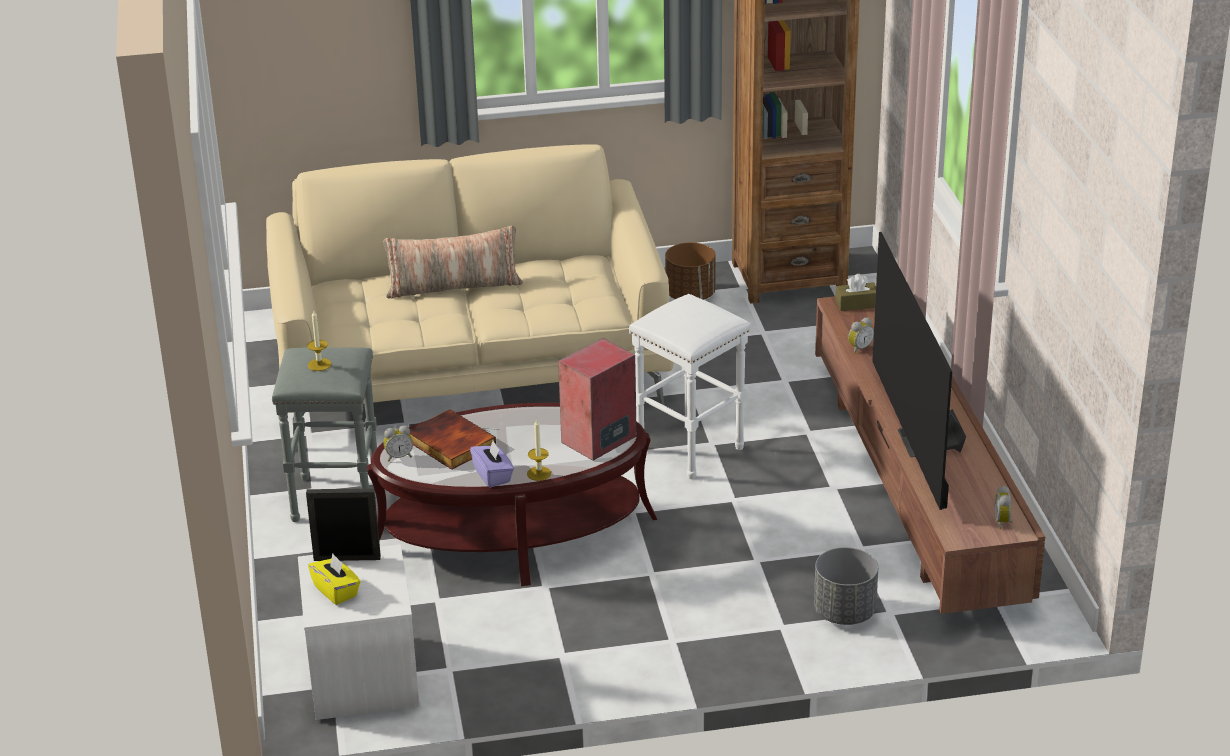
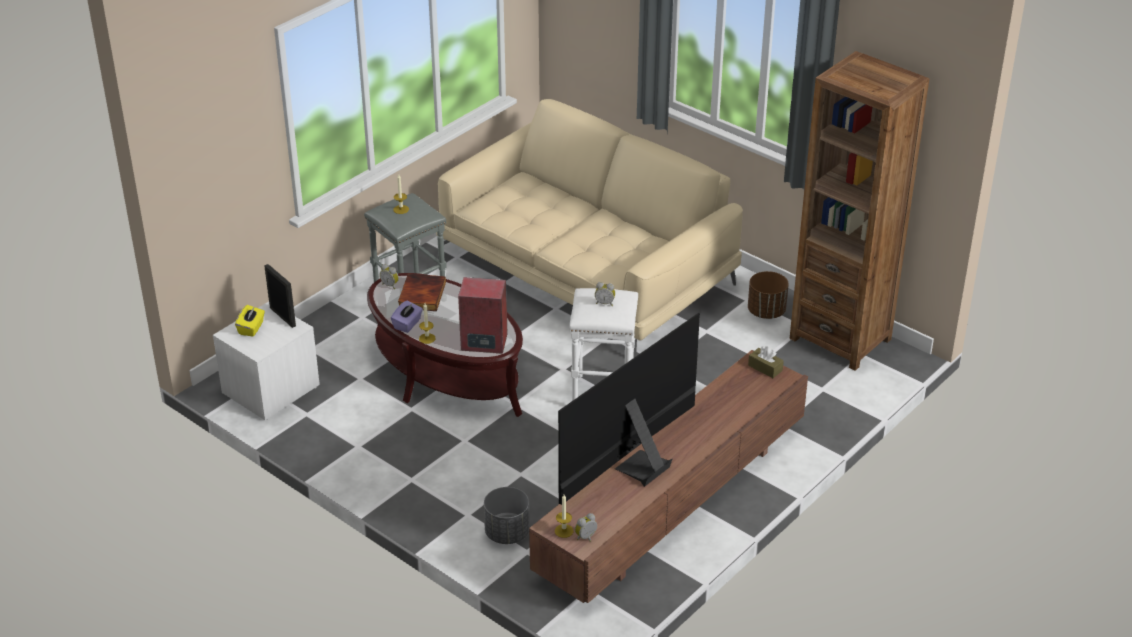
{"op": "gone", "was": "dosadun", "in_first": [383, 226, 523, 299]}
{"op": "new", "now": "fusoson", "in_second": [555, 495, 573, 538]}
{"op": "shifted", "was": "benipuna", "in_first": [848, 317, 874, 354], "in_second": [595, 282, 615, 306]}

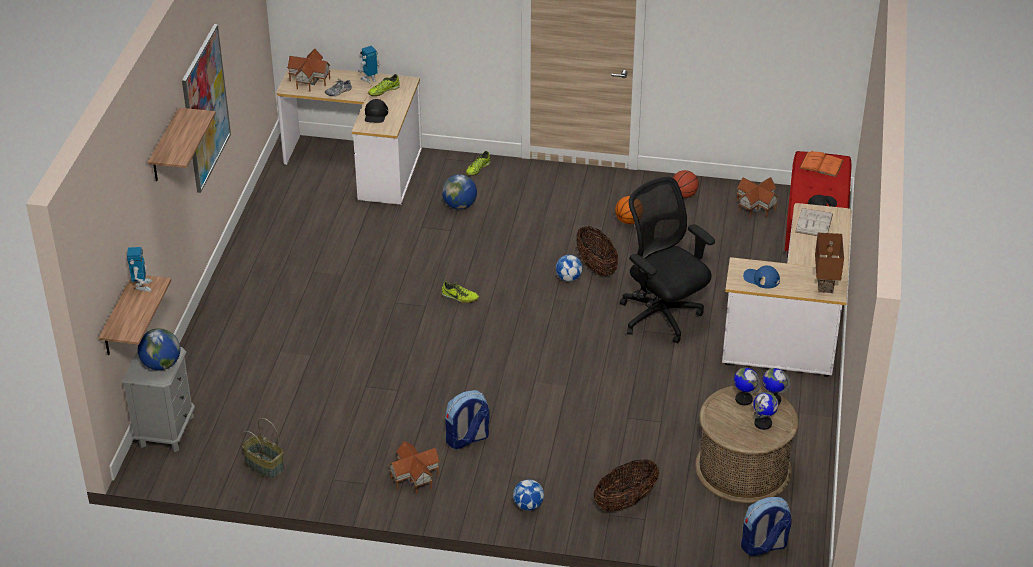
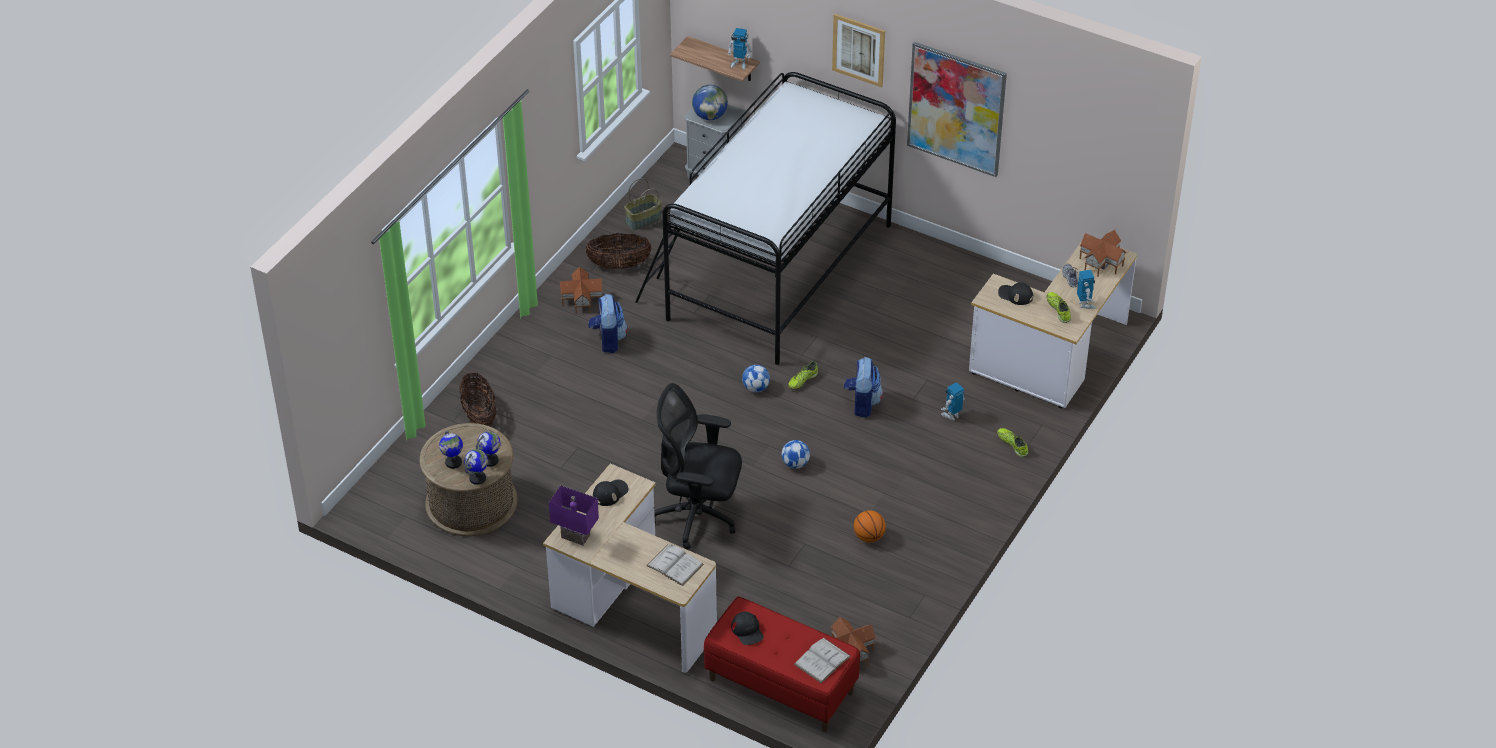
{"op": "gone", "was": "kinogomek", "in_first": [673, 170, 699, 198]}
{"op": "new", "now": "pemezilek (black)", "in_second": [635, 72, 896, 365]}
{"op": "shifted", "was": "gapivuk", "in_first": [513, 479, 544, 511], "in_second": [742, 365, 770, 392]}
{"op": "shifted", "was": "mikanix", "in_first": [576, 226, 618, 276], "in_second": [586, 233, 652, 269]}
{"op": "shifted", "was": "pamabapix", "in_first": [741, 497, 792, 556], "in_second": [844, 357, 883, 418]}
{"op": "swapped", "was": "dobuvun", "now": "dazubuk", "in_first": [148, 108, 216, 181], "in_second": [832, 14, 885, 88]}
{"op": "swapped", "was": "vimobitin", "now": "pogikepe", "in_first": [442, 174, 477, 210], "in_second": [941, 382, 965, 420]}
{"op": "repainted", "was": "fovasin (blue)", "now": "fovasin (black)", "in_first": [743, 265, 780, 289], "in_second": [593, 480, 628, 506]}
{"op": "repainted", "was": "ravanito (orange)", "now": "ravanito (white)", "in_first": [799, 151, 843, 177], "in_second": [794, 638, 851, 683]}
{"op": "repainted", "was": "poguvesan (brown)", "now": "poguvesan (purple)", "in_first": [815, 233, 844, 293], "in_second": [549, 485, 599, 545]}
{"op": "rotated", "was": "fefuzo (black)", "in_first": [619, 177, 715, 343], "in_second": [654, 383, 742, 549], "clockwise": -150}

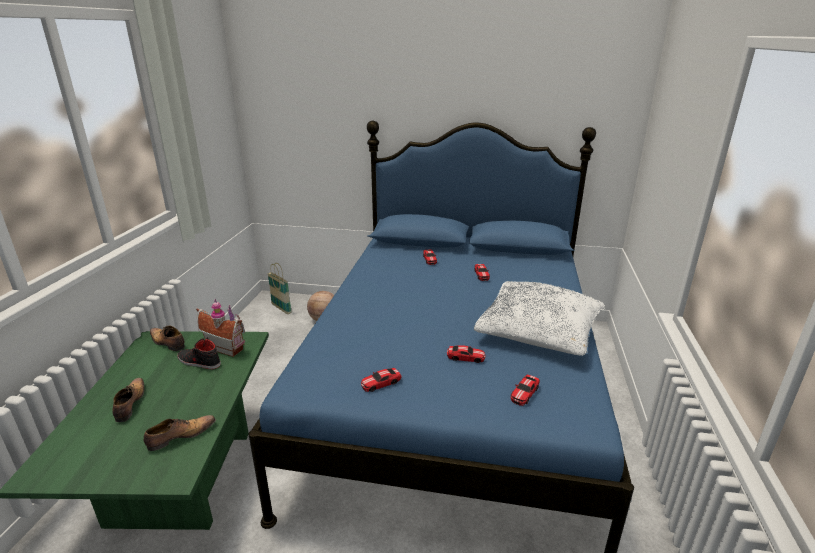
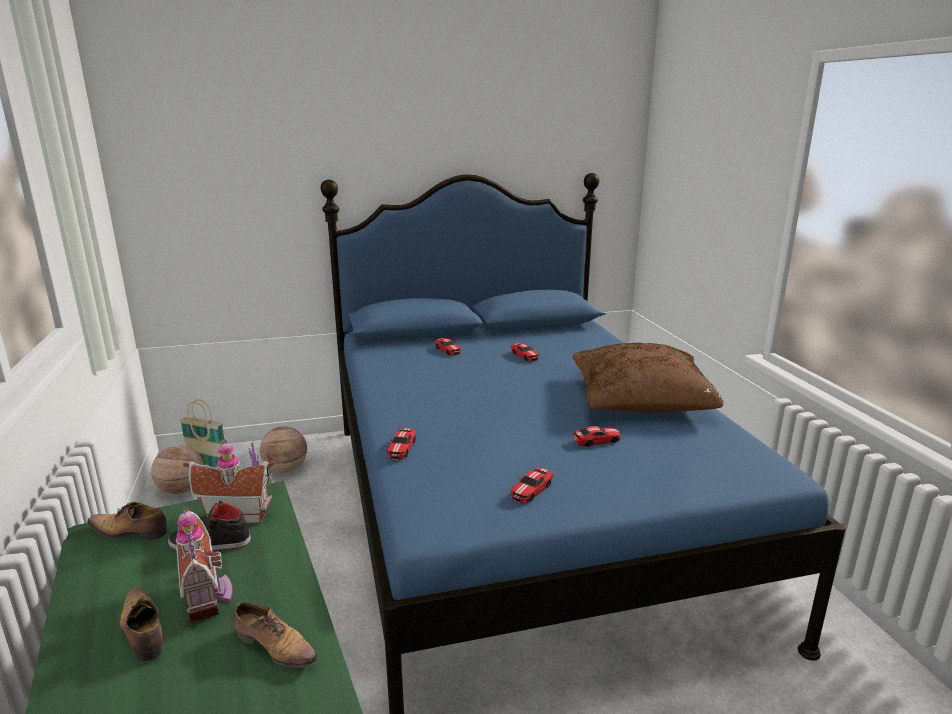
{"op": "new", "now": "kinogomek", "in_second": [151, 445, 204, 494]}
{"op": "new", "now": "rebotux", "in_second": [176, 507, 233, 623]}
{"op": "shifted", "was": "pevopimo", "in_first": [511, 375, 540, 406], "in_second": [387, 428, 416, 460]}
{"op": "repainted", "was": "dosadun (white)", "now": "dosadun (brown)", "in_first": [474, 281, 605, 356], "in_second": [572, 343, 723, 412]}
{"op": "rotated", "was": "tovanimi", "in_first": [143, 415, 216, 451], "in_second": [233, 602, 318, 668], "clockwise": 90}

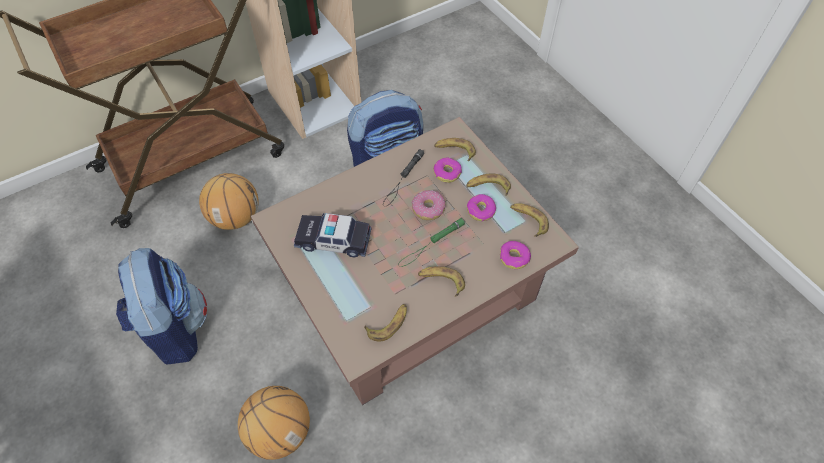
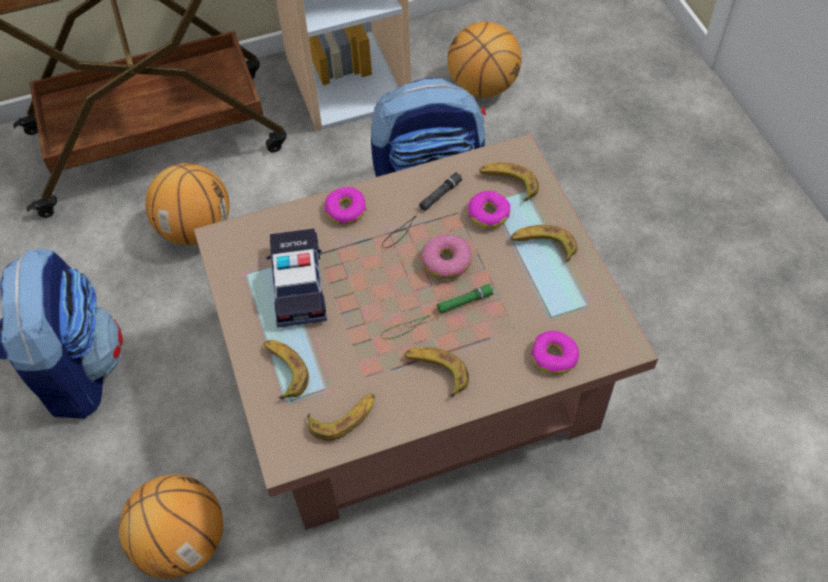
{"op": "new", "now": "kinogomek", "in_second": [447, 22, 522, 98]}
{"op": "shifted", "was": "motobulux", "in_first": [467, 194, 496, 221], "in_second": [325, 187, 366, 225]}
{"op": "shifted", "was": "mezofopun", "in_first": [510, 203, 549, 237], "in_second": [263, 340, 309, 399]}
{"op": "rotated", "was": "pevopimo", "in_first": [294, 213, 371, 257], "in_second": [267, 229, 327, 328], "clockwise": 60}

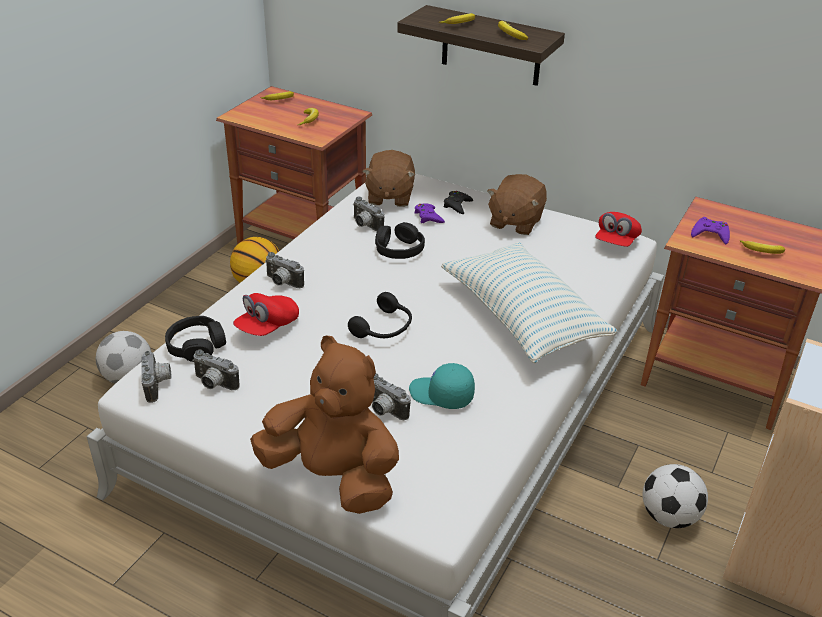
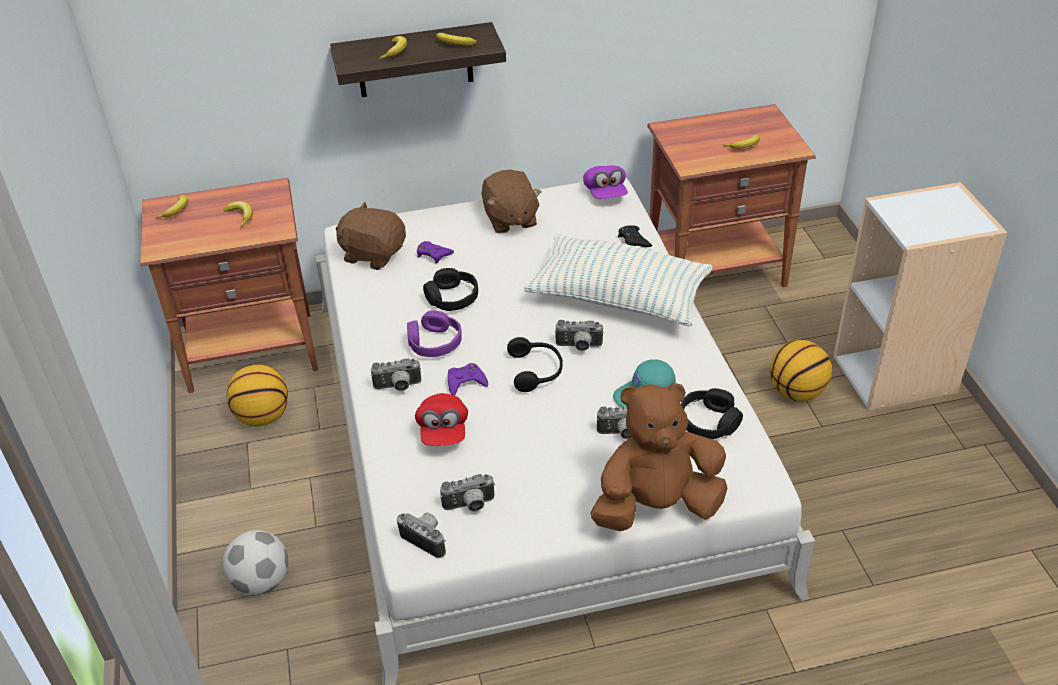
{"op": "new", "now": "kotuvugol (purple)", "in_second": [407, 310, 462, 357]}
{"op": "shifted", "was": "kotuvugol (black)", "in_first": [165, 316, 226, 362], "in_second": [681, 388, 743, 439]}
{"op": "shifted", "was": "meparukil", "in_first": [353, 196, 385, 232], "in_second": [555, 320, 604, 351]}
{"op": "shifted", "was": "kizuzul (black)", "in_first": [443, 191, 473, 214], "in_second": [618, 225, 652, 247]}
{"op": "shifted", "was": "kizuzul (purple)", "in_first": [691, 217, 730, 244], "in_second": [448, 363, 488, 396]}
{"op": "swapped", "was": "gapivuk", "now": "kinogomek", "in_first": [643, 464, 708, 528], "in_second": [770, 340, 832, 401]}
{"op": "repainted", "was": "fovasin (red)", "now": "fovasin (purple)", "in_first": [595, 212, 642, 247], "in_second": [583, 165, 628, 199]}
{"op": "rotated", "was": "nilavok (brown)", "in_first": [362, 150, 415, 207], "in_second": [336, 202, 406, 270], "clockwise": 150}

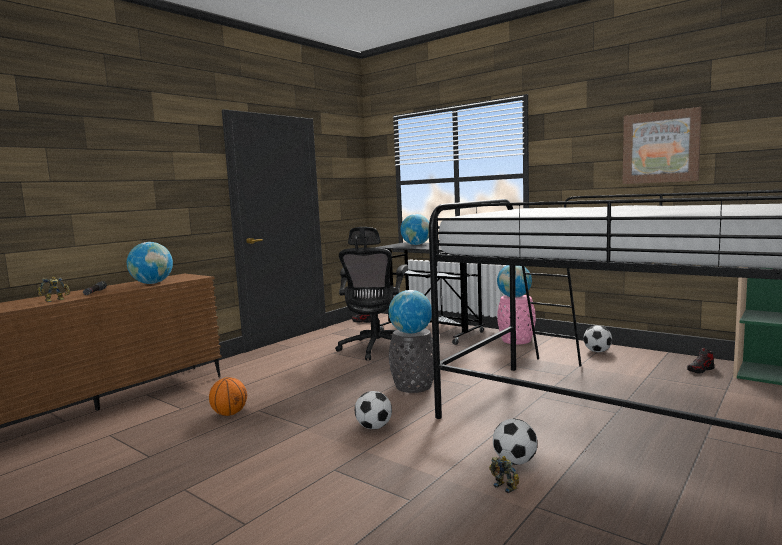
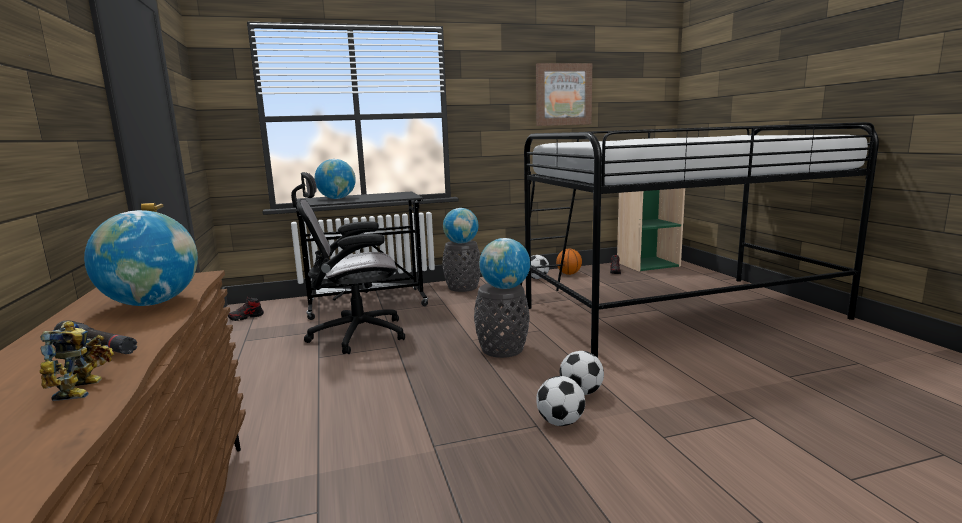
{"op": "gone", "was": "pogikepe", "in_first": [489, 456, 519, 493]}
{"op": "shifted", "was": "kinogomek", "in_first": [209, 377, 247, 416], "in_second": [556, 249, 582, 275]}
{"op": "shifted", "was": "gapivuk", "in_first": [493, 419, 537, 465], "in_second": [536, 376, 585, 426]}
{"op": "repainted", "was": "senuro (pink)", "now": "senuro (grey)", "in_first": [497, 295, 536, 344], "in_second": [442, 240, 481, 292]}
{"op": "rotated", "was": "fefuzo", "in_first": [335, 227, 410, 360], "in_second": [291, 172, 405, 354], "clockwise": 120}

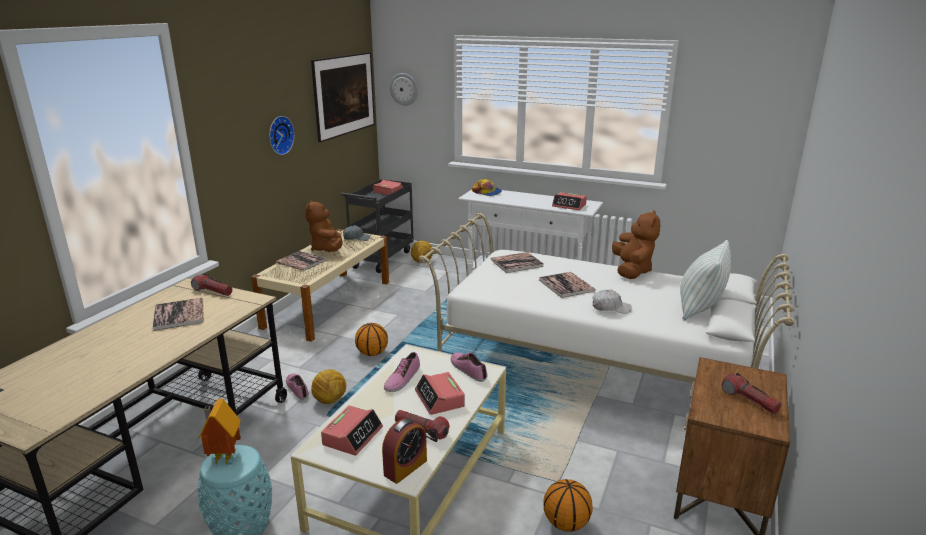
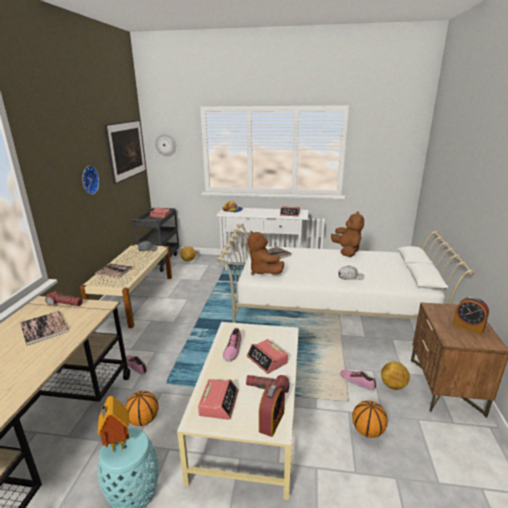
{"op": "gone", "was": "ravanito", "in_first": [539, 272, 596, 298]}
{"op": "gone", "was": "dosadun", "in_first": [680, 240, 731, 320]}
{"op": "shifted", "was": "nilavok (brown)", "in_first": [305, 200, 343, 252], "in_second": [248, 231, 284, 275]}
{"op": "shifted", "was": "gapivuk", "in_first": [311, 369, 346, 404], "in_second": [381, 361, 410, 390]}
{"op": "shifted", "was": "kinogomek", "in_first": [355, 323, 388, 356], "in_second": [125, 391, 159, 426]}
{"op": "shifted", "was": "tovanimi", "in_first": [451, 352, 488, 382], "in_second": [340, 370, 376, 391]}
{"op": "swapped", "was": "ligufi", "now": "benipuna", "in_first": [722, 373, 781, 414], "in_second": [453, 297, 489, 334]}

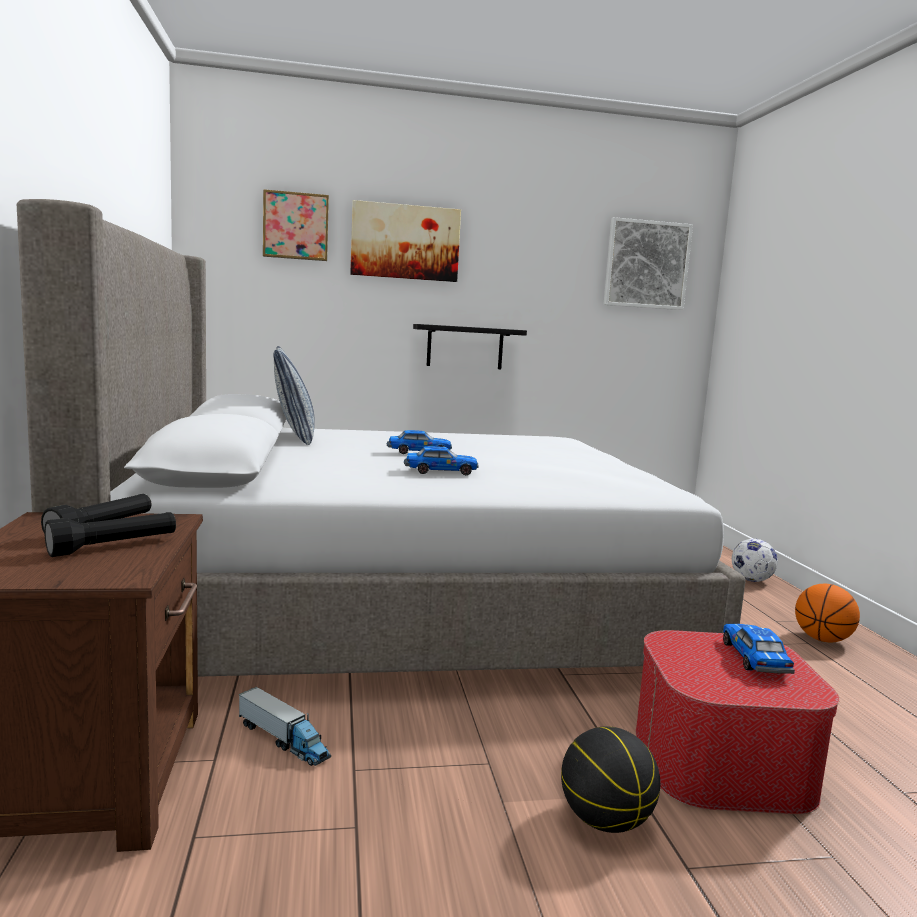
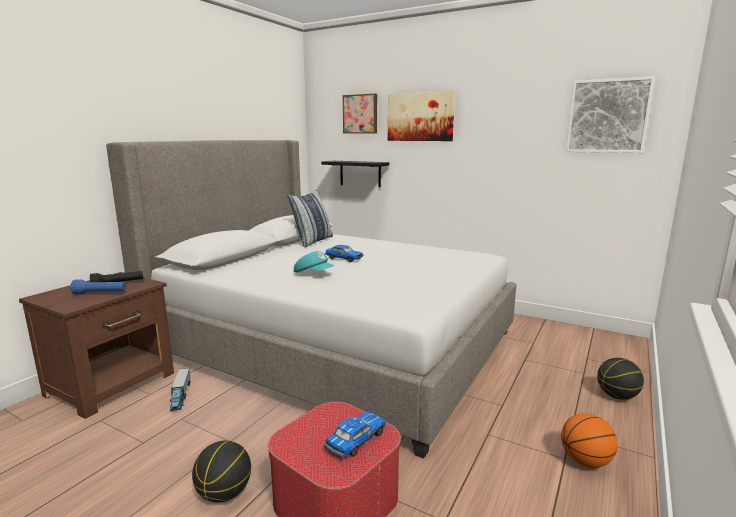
{"op": "shifted", "was": "dobuvun (black)", "in_first": [413, 324, 527, 369], "in_second": [321, 161, 389, 188]}
{"op": "swapped", "was": "pevopimo", "now": "fovasin (turquoise)", "in_first": [404, 446, 479, 475], "in_second": [294, 251, 335, 273]}
{"op": "swapped", "was": "gapivuk", "now": "kinogomek", "in_first": [732, 539, 778, 582], "in_second": [597, 358, 644, 400]}
{"op": "repainted", "was": "ligufi (black)", "now": "ligufi (blue)", "in_first": [44, 512, 176, 557], "in_second": [70, 279, 126, 294]}

